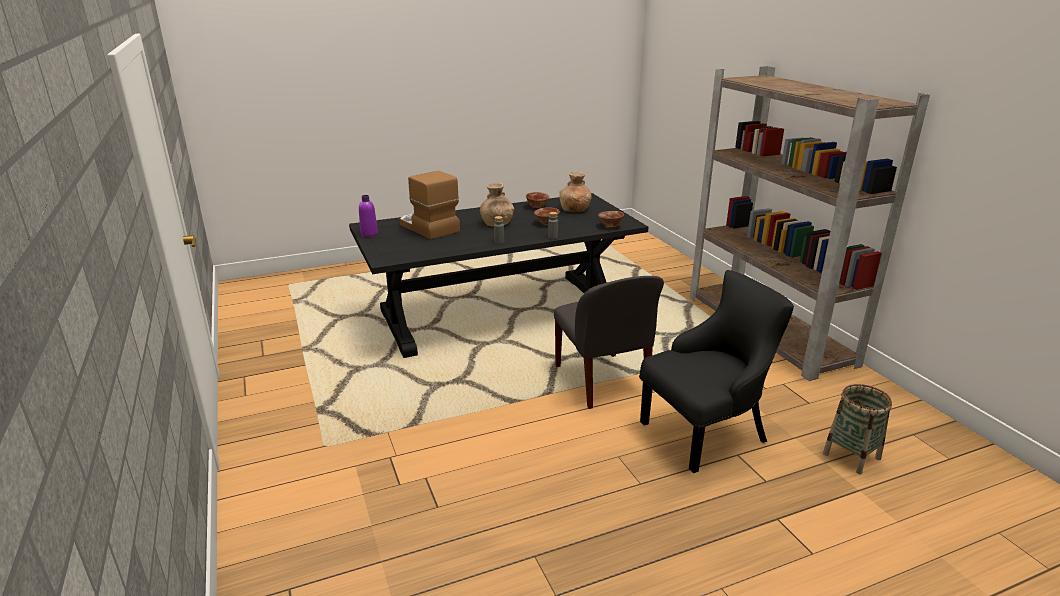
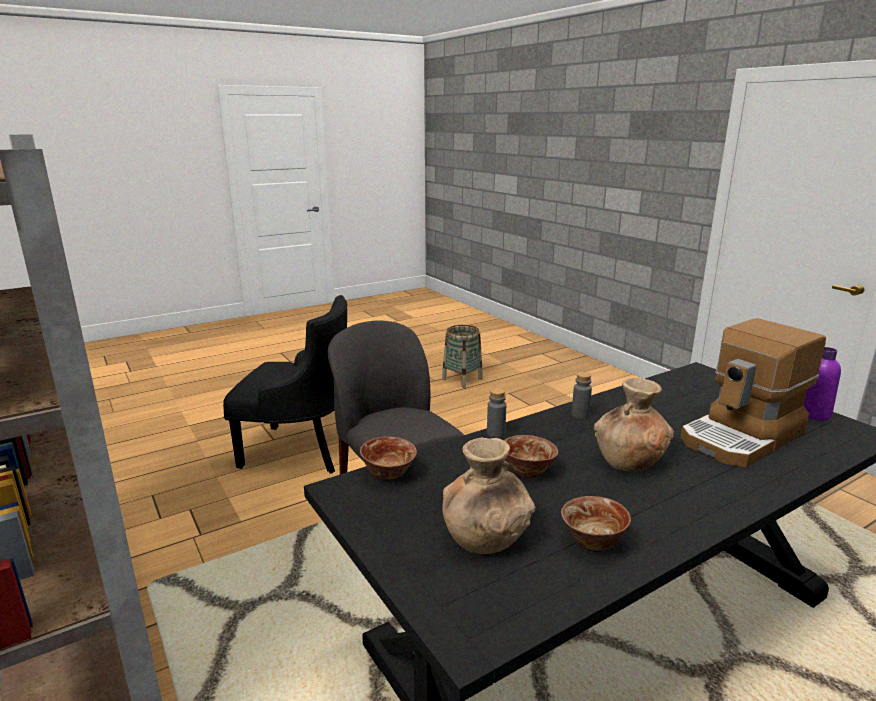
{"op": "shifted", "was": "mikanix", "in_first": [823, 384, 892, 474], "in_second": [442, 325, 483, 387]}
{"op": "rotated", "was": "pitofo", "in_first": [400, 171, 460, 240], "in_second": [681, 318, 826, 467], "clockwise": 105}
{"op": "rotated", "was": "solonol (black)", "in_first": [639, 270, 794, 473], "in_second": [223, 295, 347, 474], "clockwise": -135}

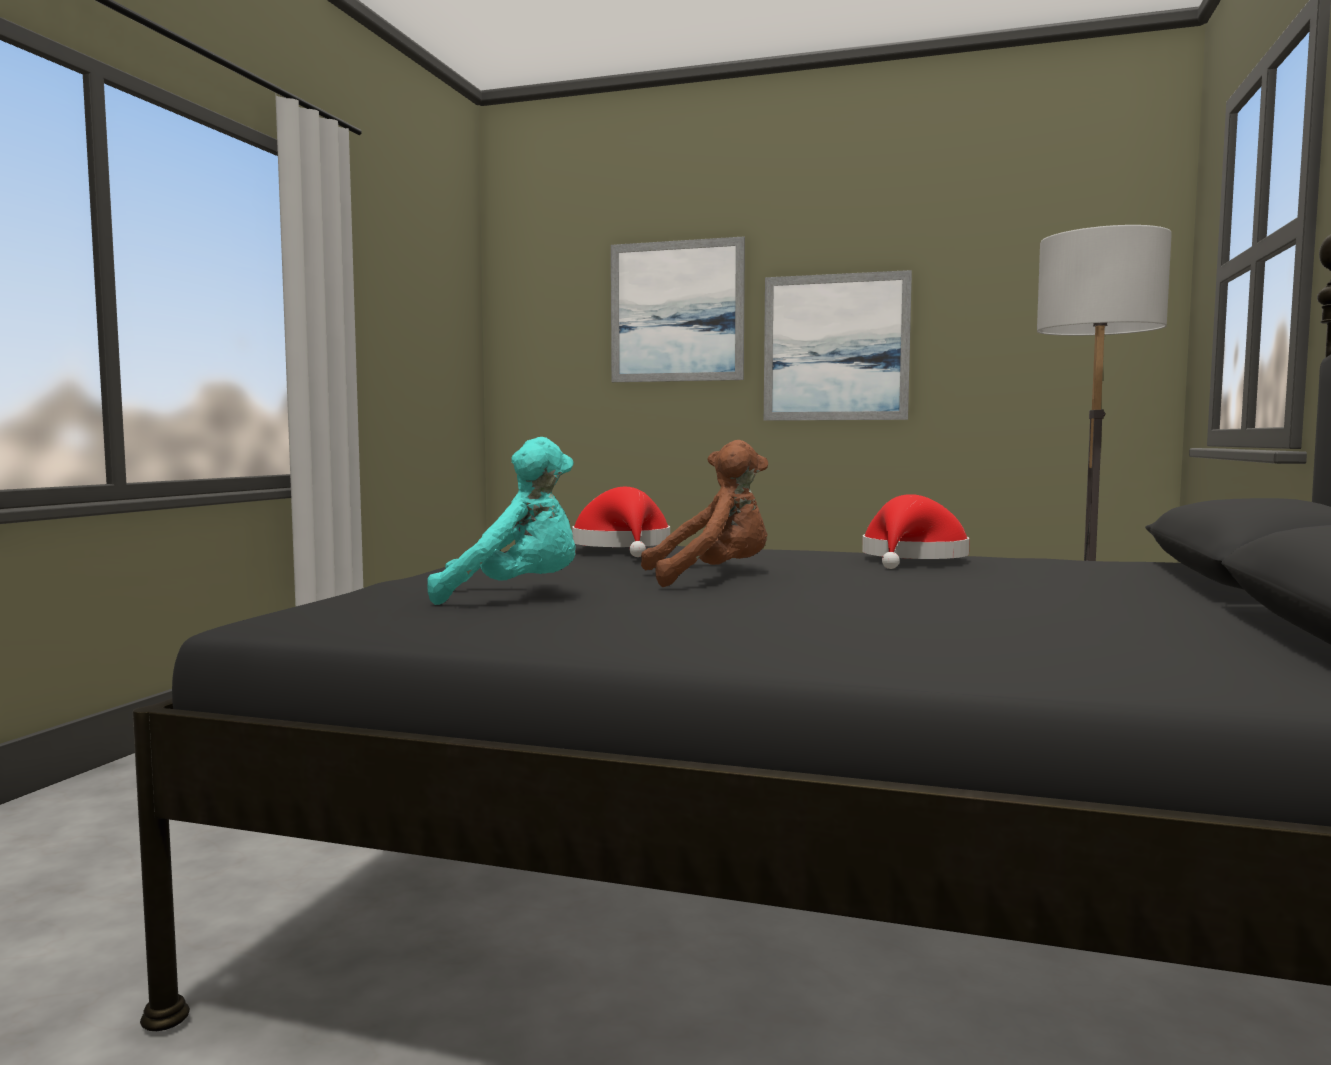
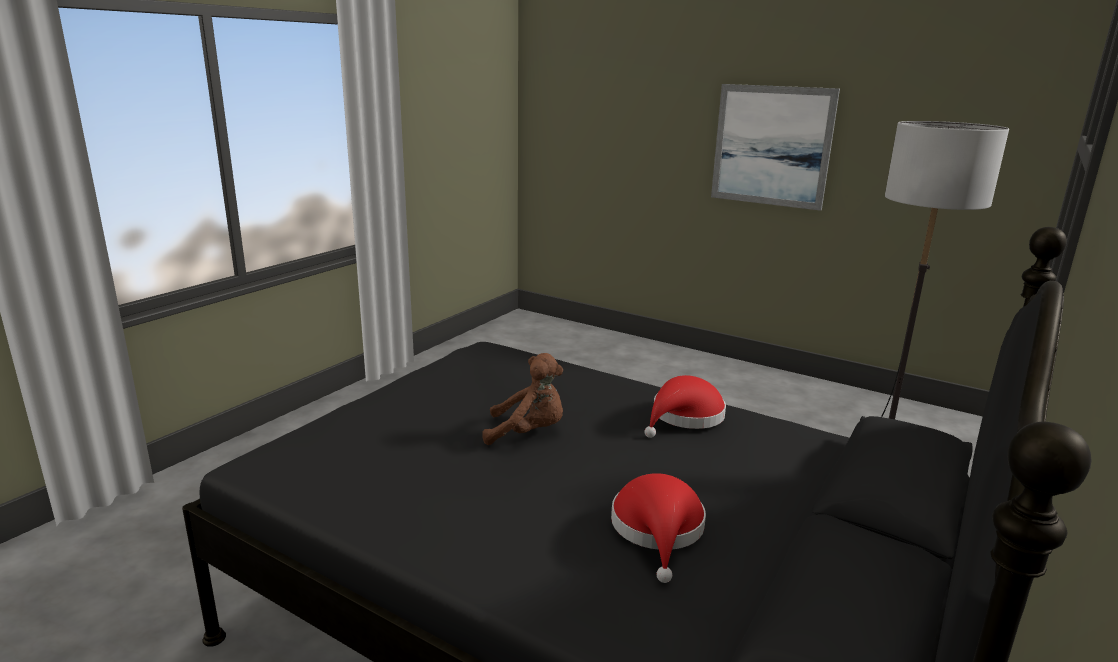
{"op": "gone", "was": "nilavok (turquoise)", "in_first": [427, 437, 576, 605]}
{"op": "gone", "was": "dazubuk", "in_first": [611, 236, 745, 382]}
{"op": "shifted", "was": "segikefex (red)", "in_first": [572, 487, 670, 557], "in_second": [611, 473, 706, 583]}

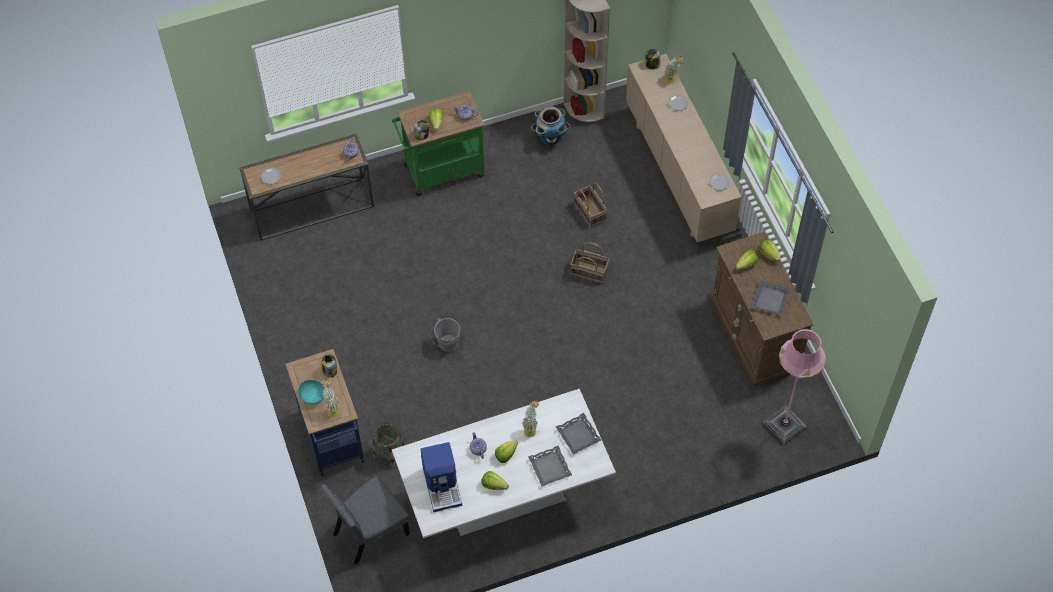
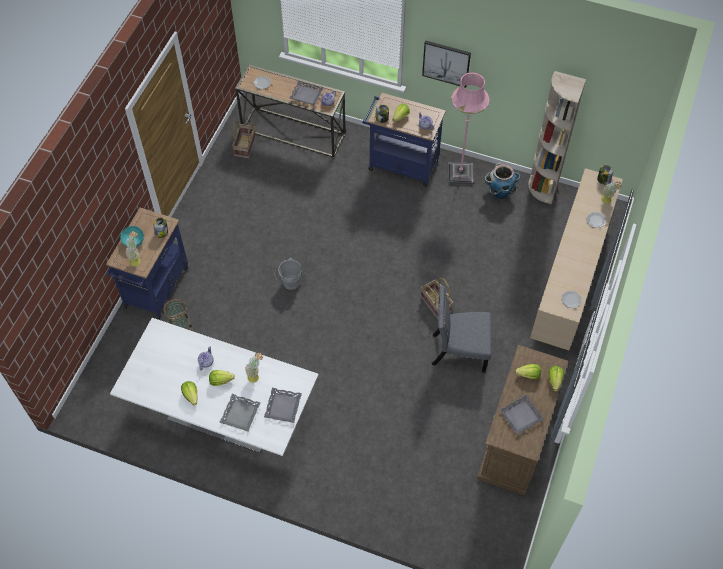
{"op": "gone", "was": "pitofo", "in_first": [421, 442, 462, 512]}
{"op": "new", "now": "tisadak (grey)", "in_second": [289, 80, 324, 105]}
{"op": "new", "now": "dazubuk", "in_second": [422, 41, 471, 88]}
{"op": "shifted", "was": "solonol (grey)", "in_first": [321, 476, 410, 565], "in_second": [432, 285, 491, 373]}
{"op": "shifted", "was": "mikanix", "in_first": [574, 183, 607, 228], "in_second": [232, 121, 256, 159]}
{"op": "shifted", "was": "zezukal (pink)", "in_first": [763, 329, 826, 446], "in_second": [448, 72, 490, 185]}
{"op": "repainted", "was": "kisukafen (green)", "now": "kisukafen (blue)", "in_first": [392, 91, 485, 196], "in_second": [362, 93, 446, 187]}

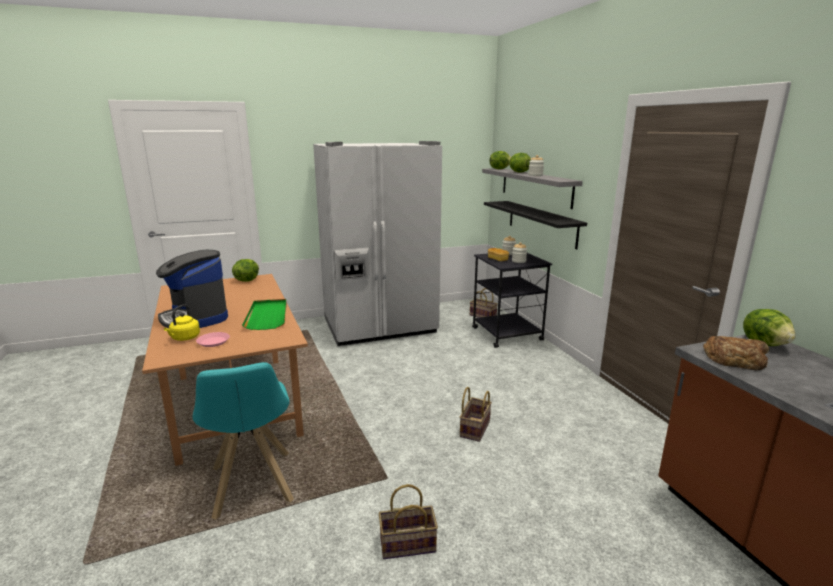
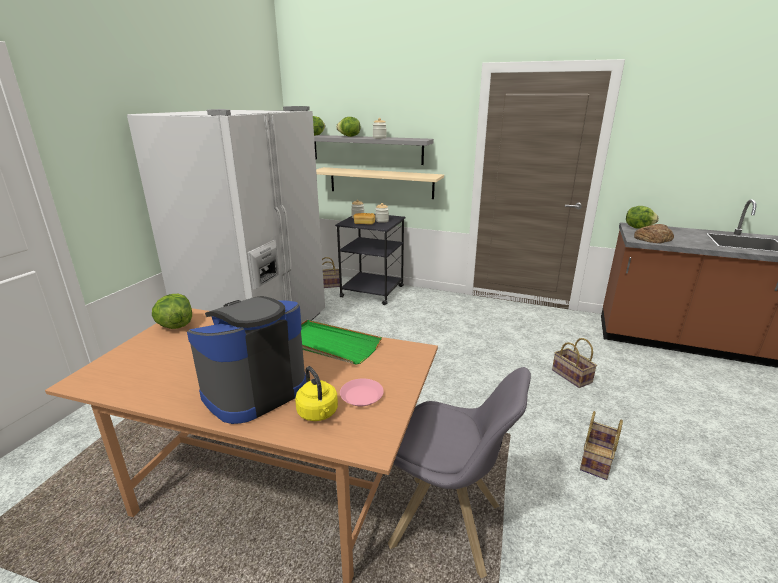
{"op": "shifted", "was": "mikanix", "in_first": [460, 387, 492, 442], "in_second": [552, 338, 597, 388]}
{"op": "repainted", "was": "solonol (turquoise)", "now": "solonol (grey)", "in_first": [192, 362, 294, 520], "in_second": [388, 367, 531, 578]}
{"op": "repainted", "was": "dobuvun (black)", "now": "dobuvun (beige)", "in_first": [484, 201, 587, 249], "in_second": [316, 167, 444, 199]}
{"op": "rotated", "was": "pitofo", "in_first": [156, 250, 228, 328], "in_second": [187, 296, 306, 424], "clockwise": 135}

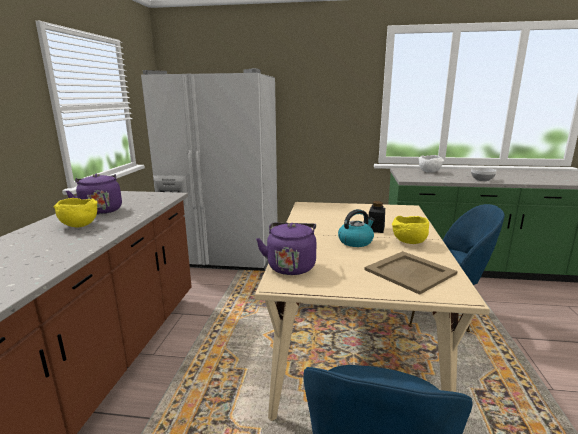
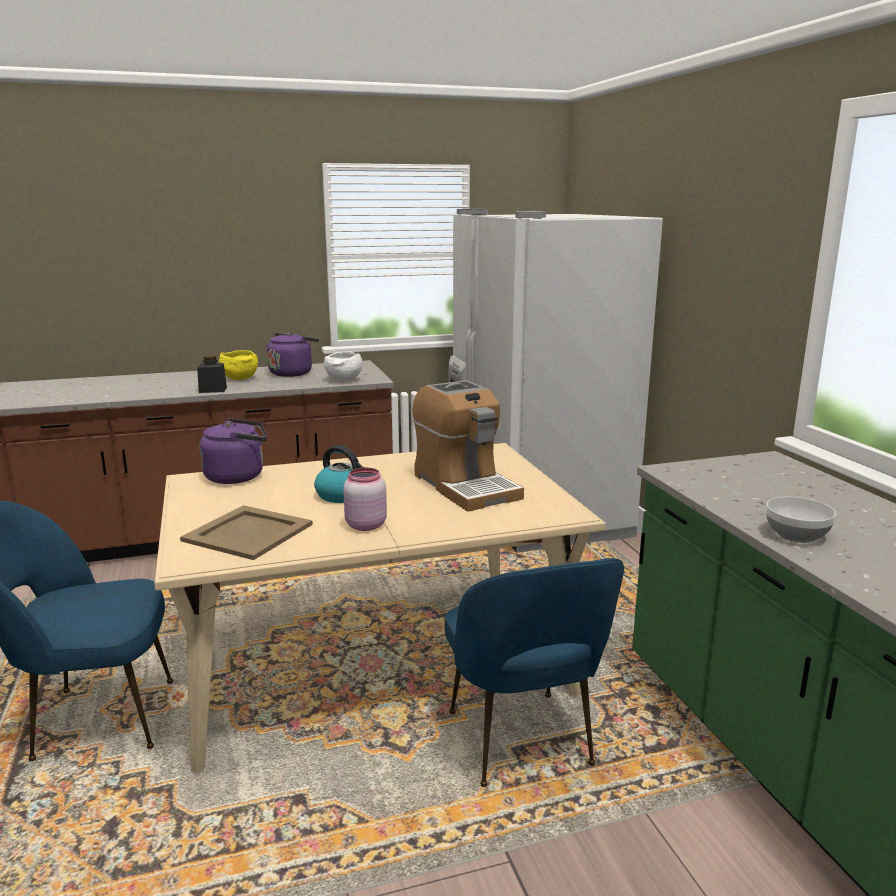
{"op": "new", "now": "pitofo", "in_second": [413, 380, 524, 512]}
{"op": "shifted", "was": "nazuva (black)", "in_first": [369, 201, 385, 233], "in_second": [197, 355, 227, 393]}
{"op": "shifted", "was": "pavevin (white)", "in_first": [418, 155, 444, 173], "in_second": [324, 351, 362, 381]}
{"op": "swapped", "was": "pavevin (yellow)", "now": "nazuva (pink)", "in_first": [392, 216, 429, 244], "in_second": [343, 468, 387, 531]}

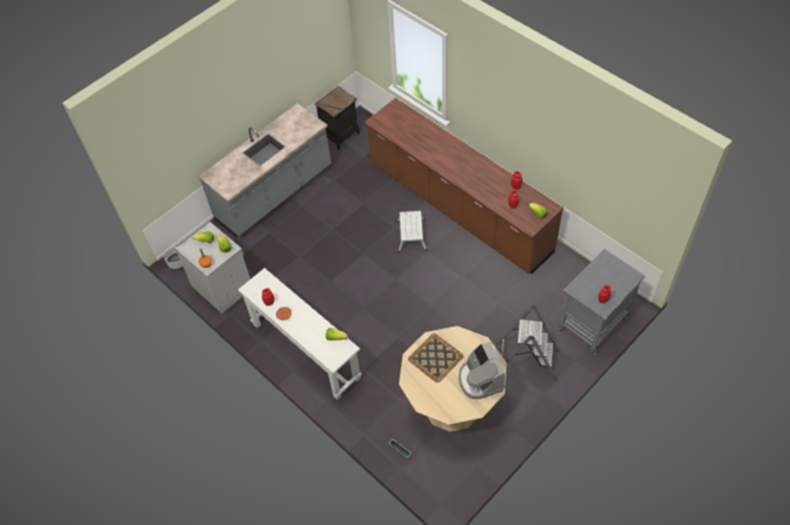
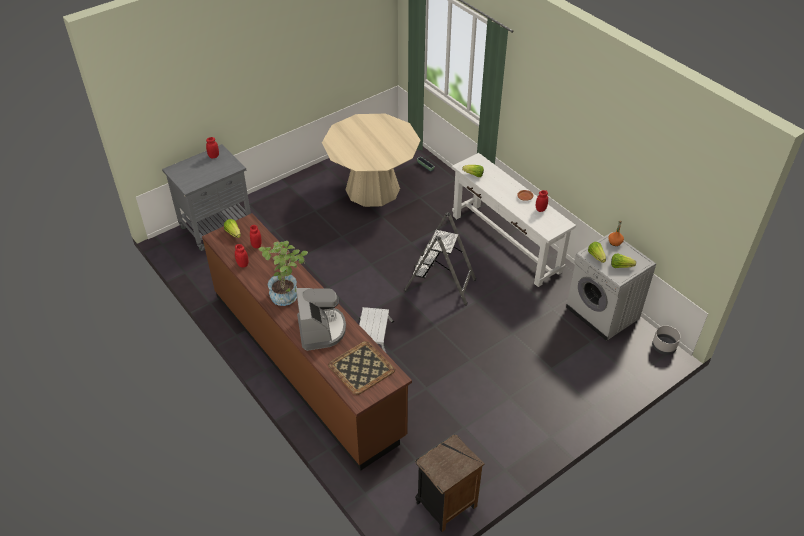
{"op": "gone", "was": "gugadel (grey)", "in_first": [198, 104, 331, 237]}
{"op": "new", "now": "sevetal", "in_second": [259, 241, 308, 306]}
{"op": "shifted", "was": "tisadak", "in_first": [408, 333, 463, 383], "in_second": [328, 341, 395, 395]}
{"op": "shifted", "was": "pitofo", "in_first": [459, 342, 505, 399], "in_second": [296, 288, 346, 351]}
{"op": "shifted", "was": "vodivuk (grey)", "in_first": [497, 305, 559, 381], "in_second": [404, 212, 476, 306]}

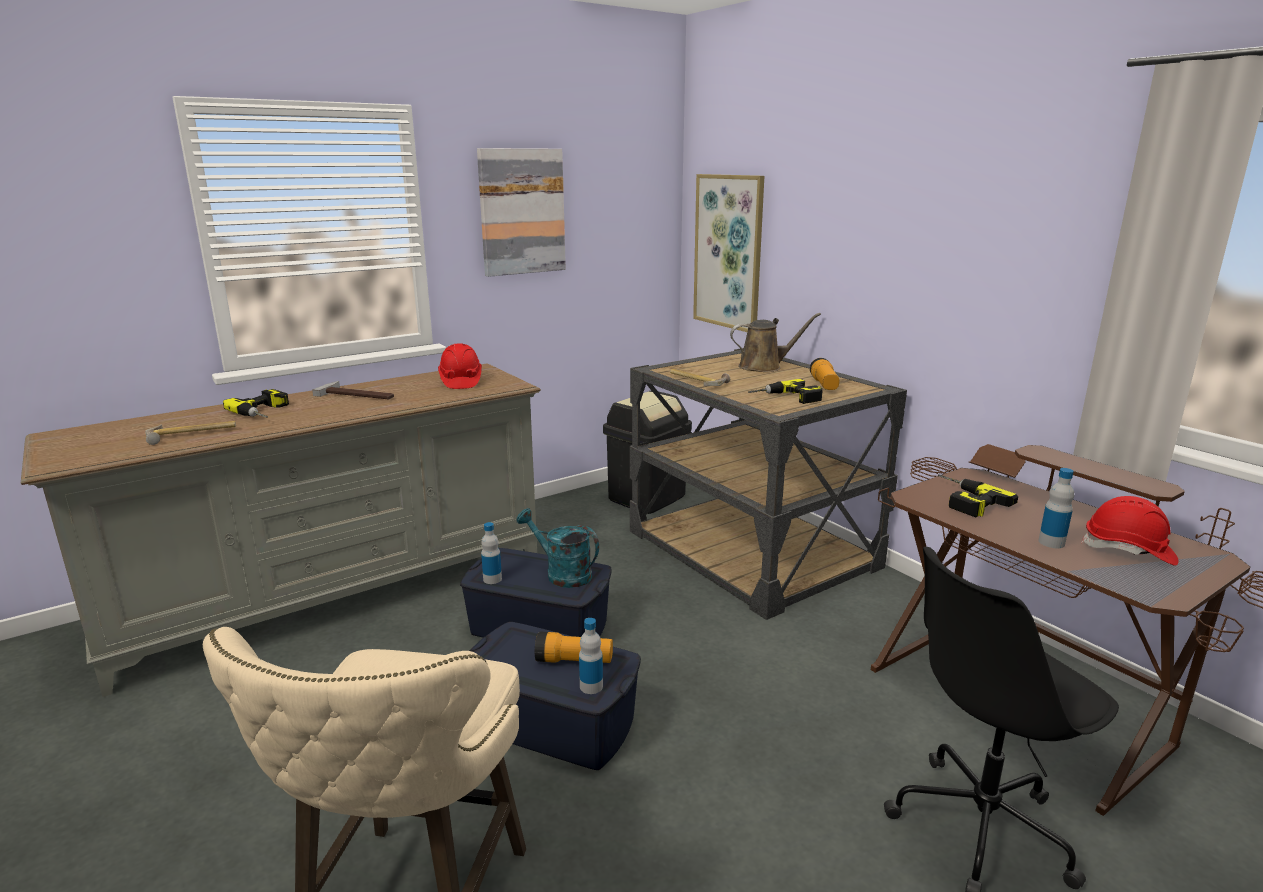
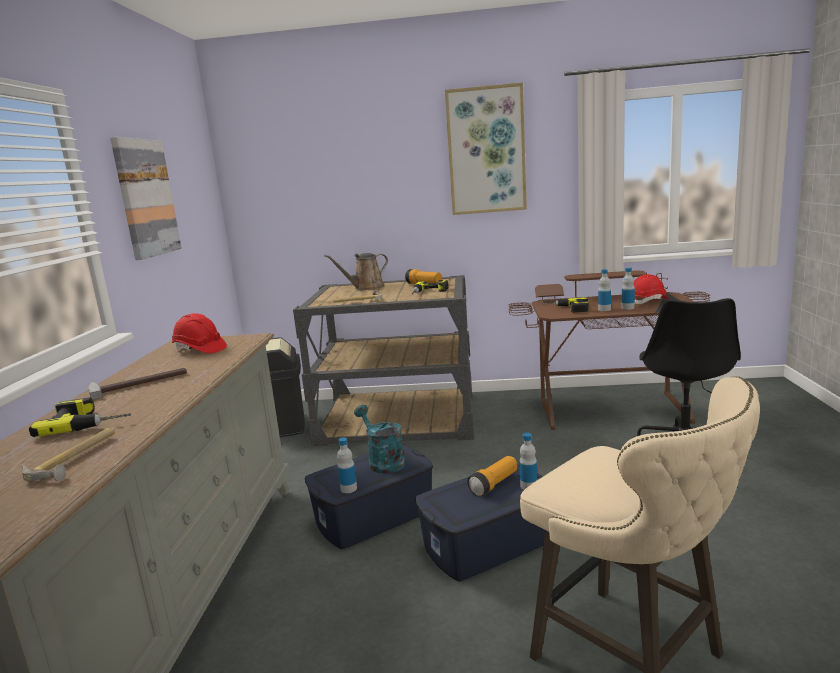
{"op": "new", "now": "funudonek", "in_second": [598, 269, 611, 311]}
{"op": "shifted", "was": "dazubuk", "in_first": [693, 174, 764, 332], "in_second": [445, 82, 527, 215]}
{"op": "rotated", "was": "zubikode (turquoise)", "in_first": [516, 508, 599, 588], "in_second": [354, 405, 405, 474], "clockwise": 75}
{"op": "rotated", "was": "zubikode (brown)", "in_first": [730, 313, 821, 372], "in_second": [324, 253, 388, 290], "clockwise": -150}

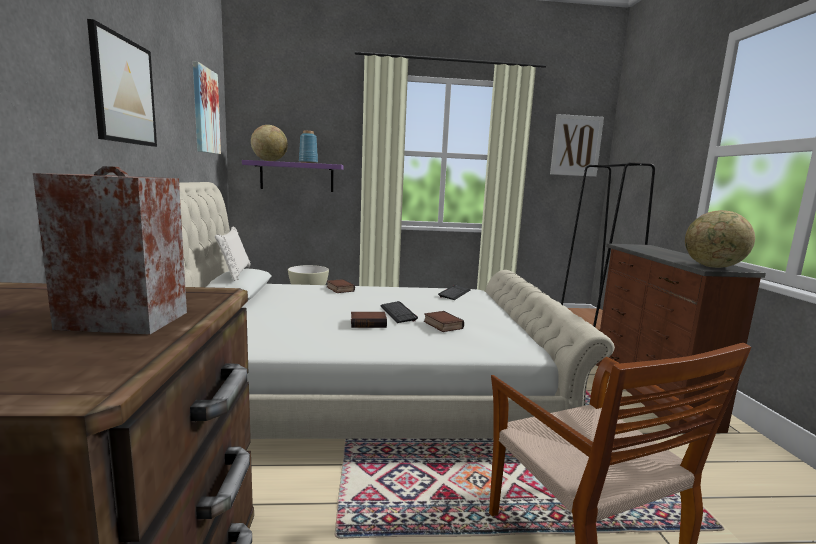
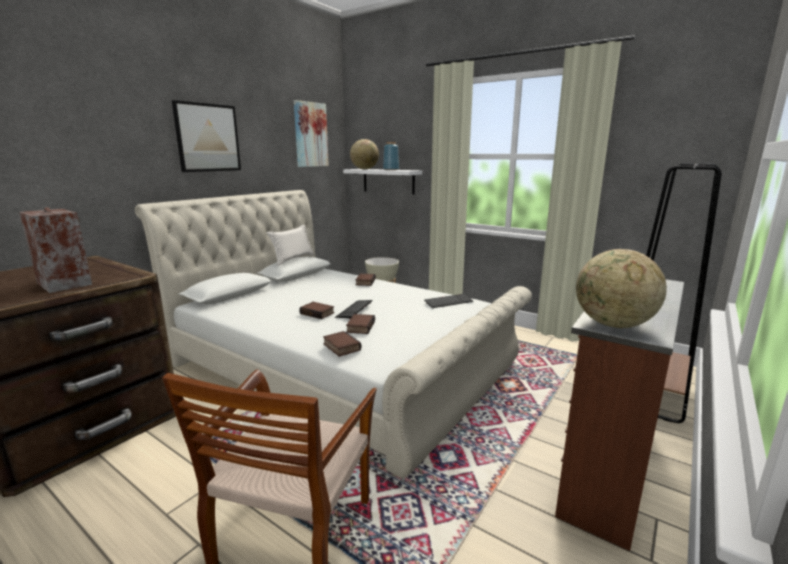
{"op": "gone", "was": "dazubuk", "in_first": [550, 114, 604, 177]}
{"op": "new", "now": "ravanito", "in_second": [323, 331, 361, 357]}
{"op": "repainted", "was": "dobuvun (purple)", "now": "dobuvun (white)", "in_first": [242, 160, 344, 192], "in_second": [343, 169, 422, 195]}

